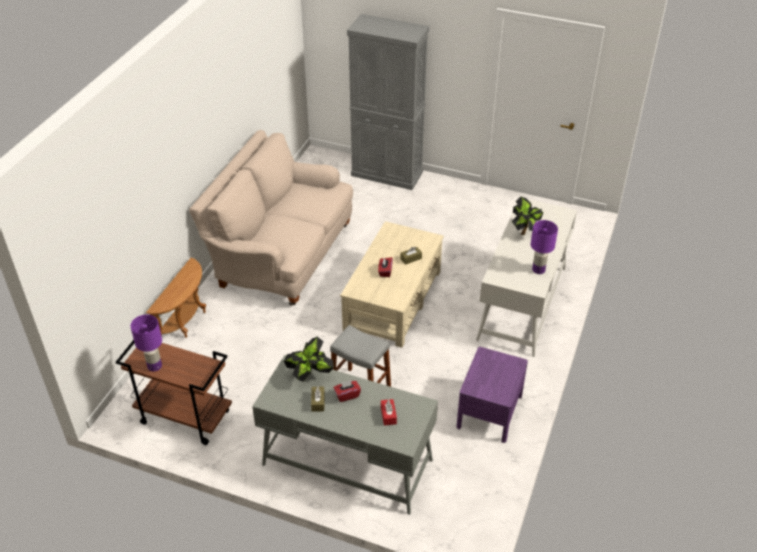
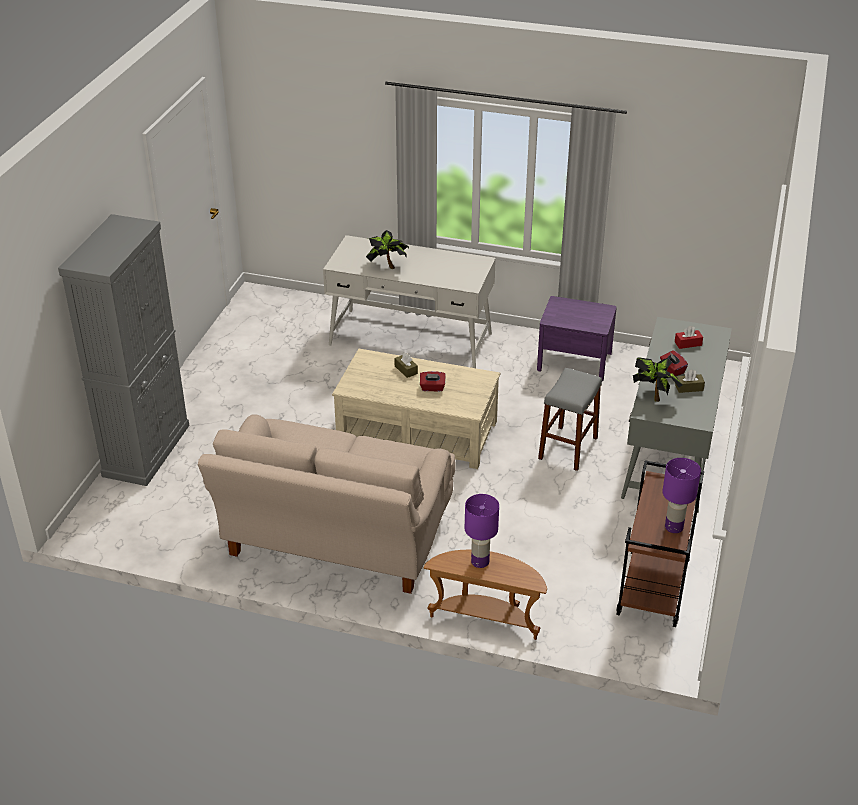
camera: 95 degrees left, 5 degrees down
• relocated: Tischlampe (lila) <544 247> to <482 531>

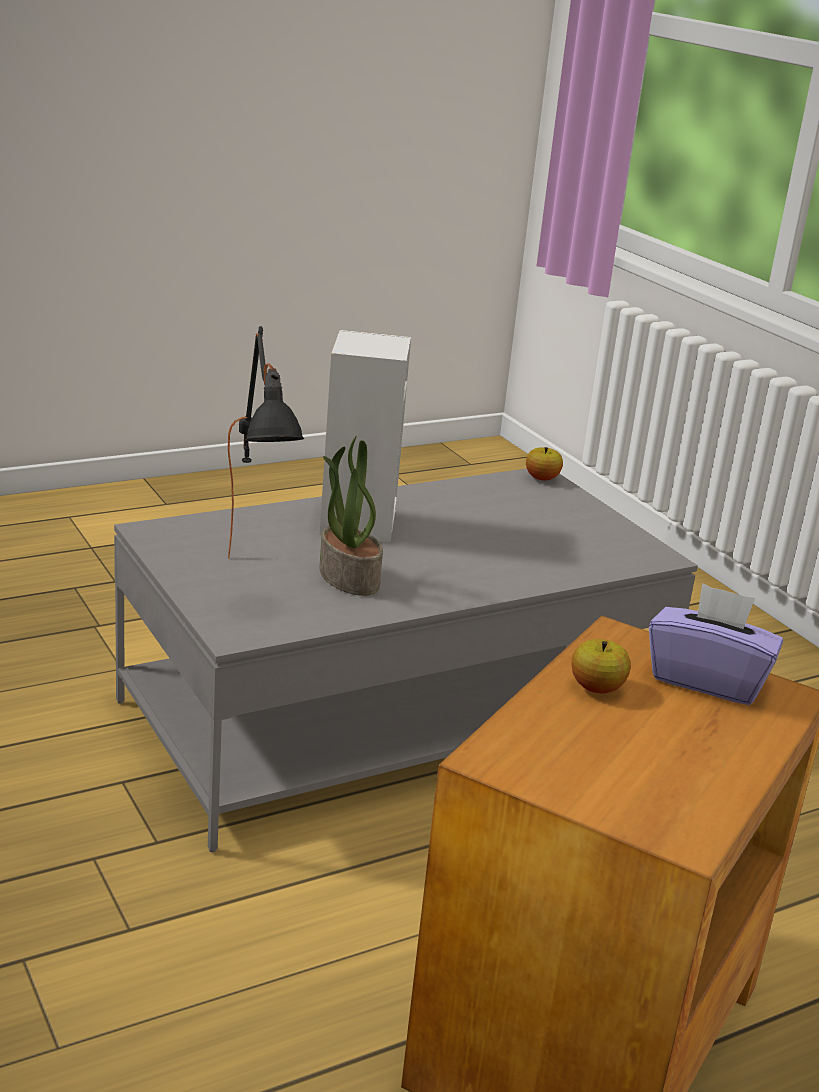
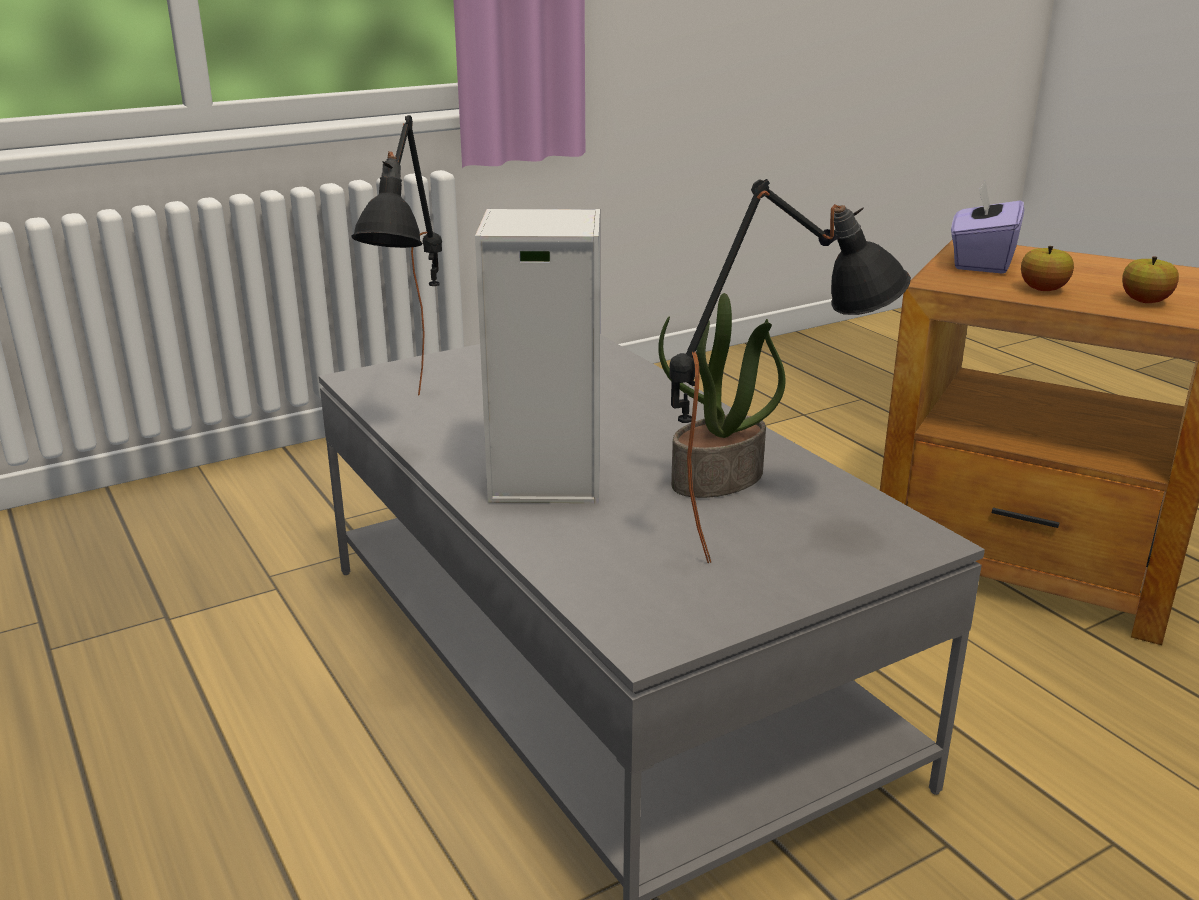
camera: 90 degrees left, 0 degrees up
• relocated: Apfel <544 464> to <1150 279>
• appeared: Tischlampe (schwarz) <396 255>

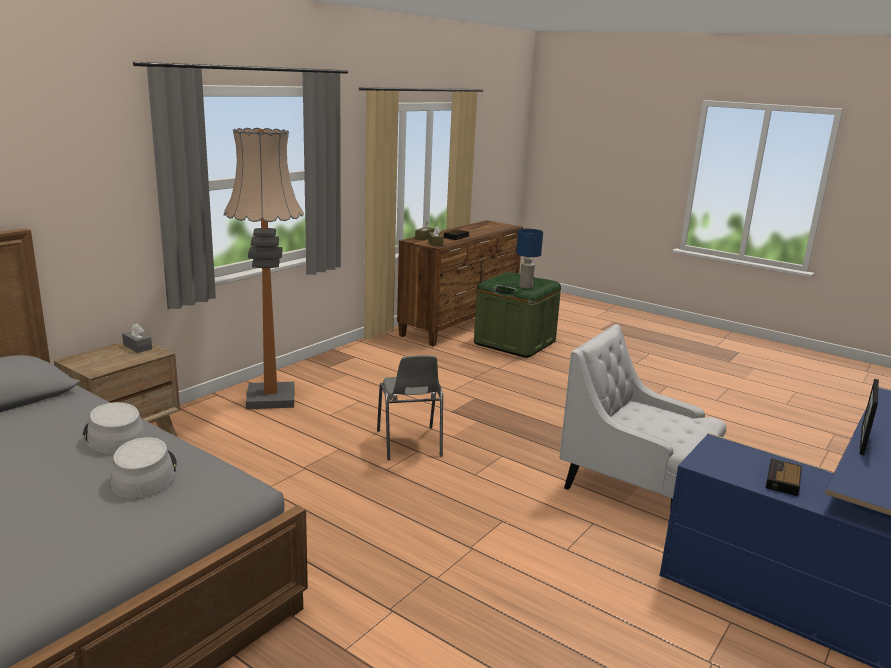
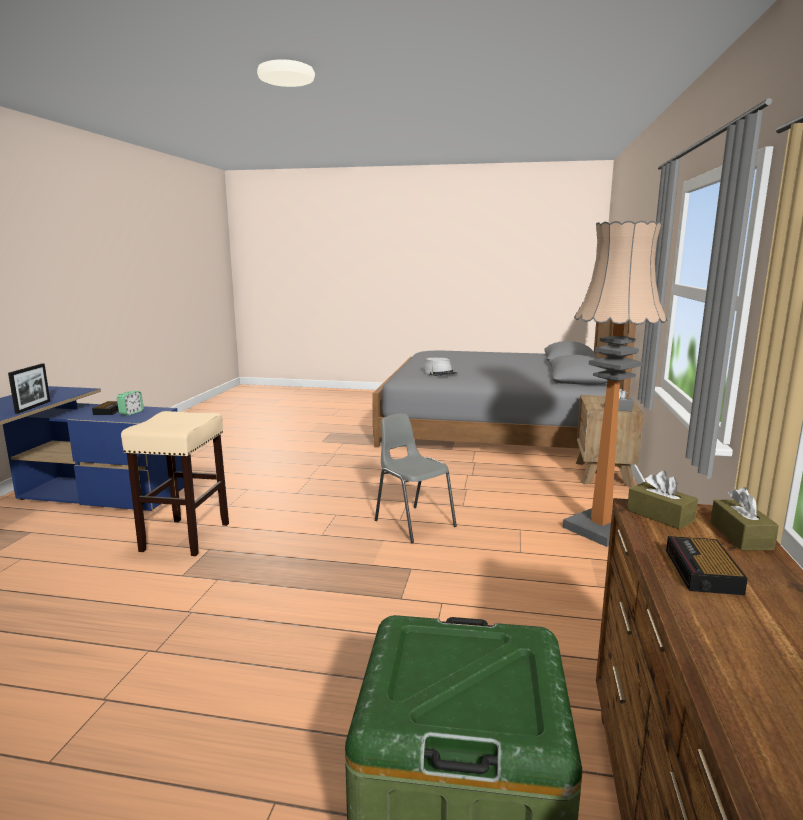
camera: 155 degrees right, 5 degrees down
• missing: Hut (grau) <115 428>
• missing: Tischlampe (blau) <529 259>
• exchanged: Sessel (weiß) <642 417> to Hocker (beige) <175 483>
• appeared: Wecker <130 403>

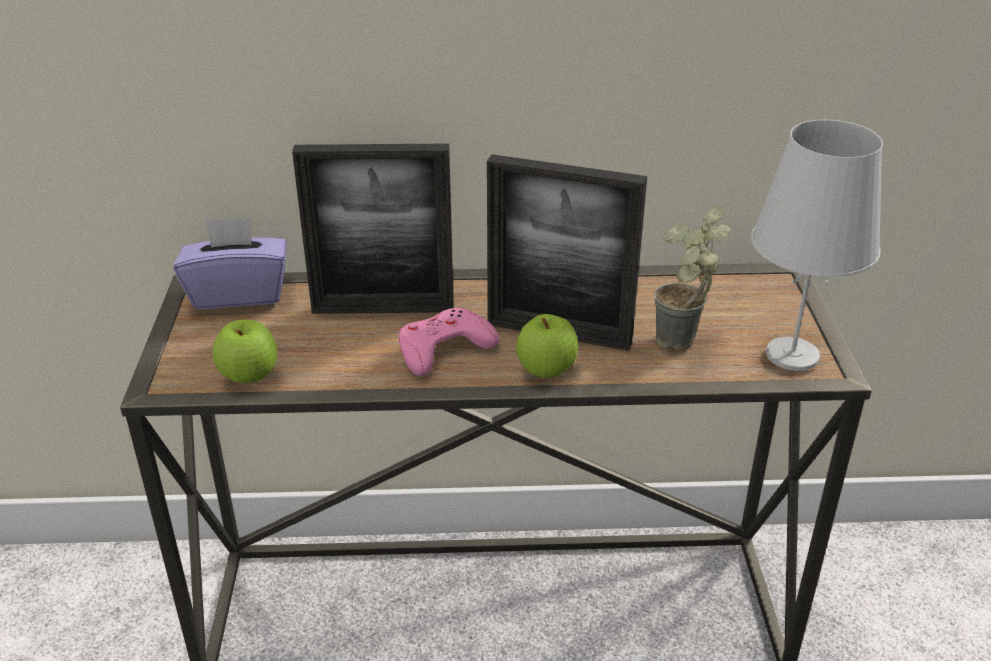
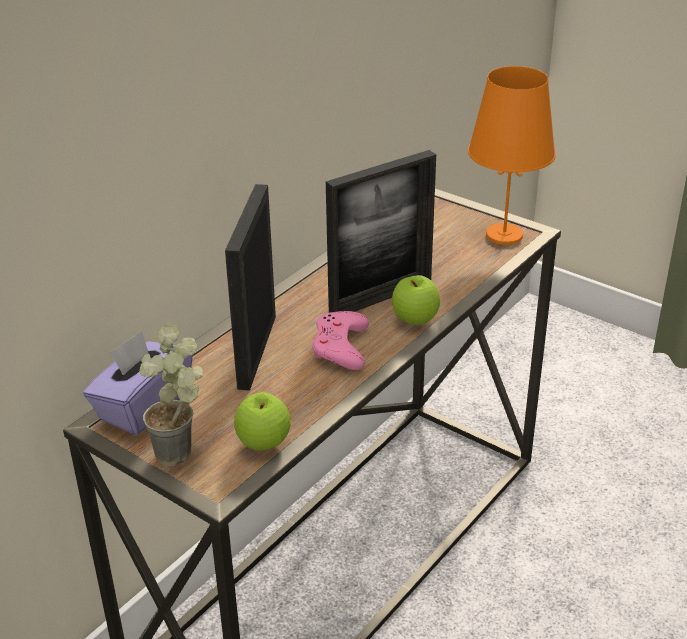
camera: 50 degrees left, 0 degrees up
• spun: Bilderrahmen <373 229> = <250 287> 150 degrees clockwise
• relocated: Topfpflanze <692 278> to <171 394>
• colour: Tischlampe (weiß) <817 245> to Tischlampe (orange) <512 155>

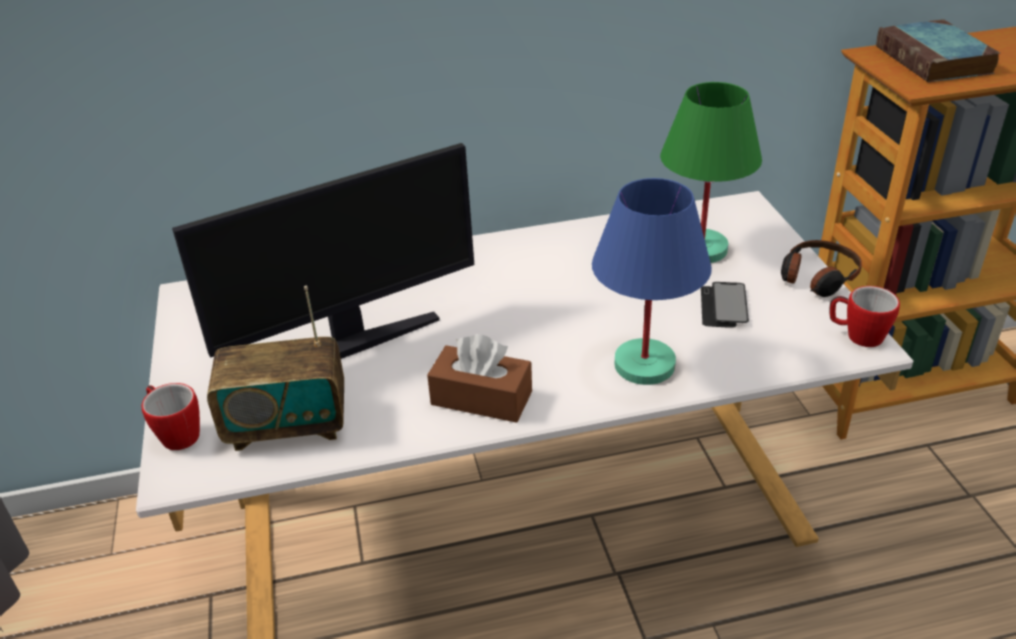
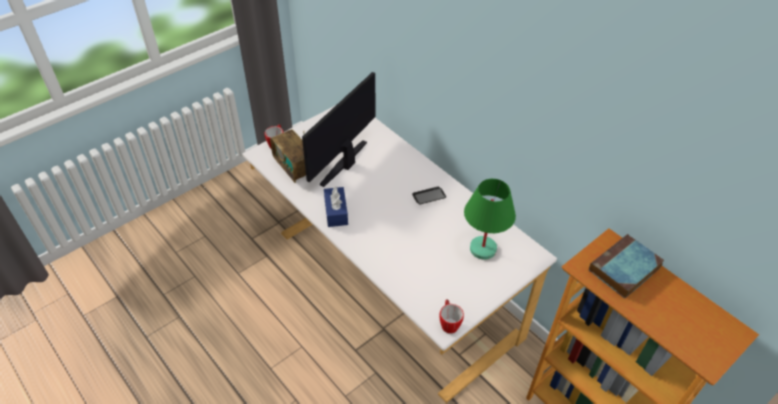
camera: 60 degrees right, 10 degrees up
• spun: Monitor <323 251> = <339 129> 90 degrees clockwise
• colour: Taschentuchbox (braun) <479 378> to Taschentuchbox (blau) <336 207>
• missing: Tischlampe (blau) <652 281>
• relocated: Handy <725 305> to <429 196>
• missing: Kopfhörer <821 268>

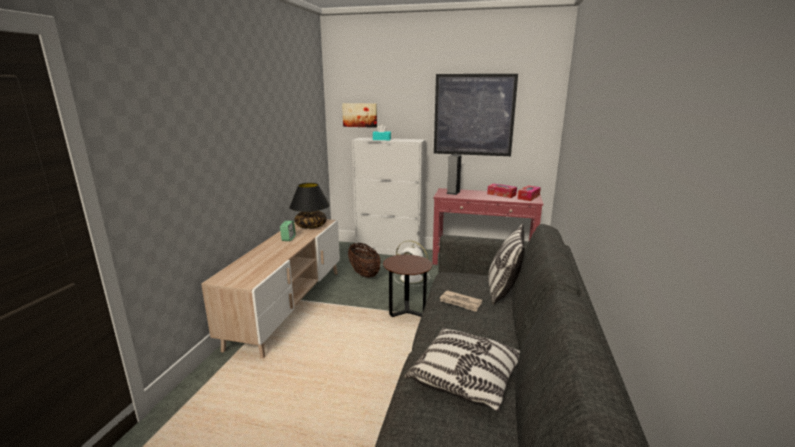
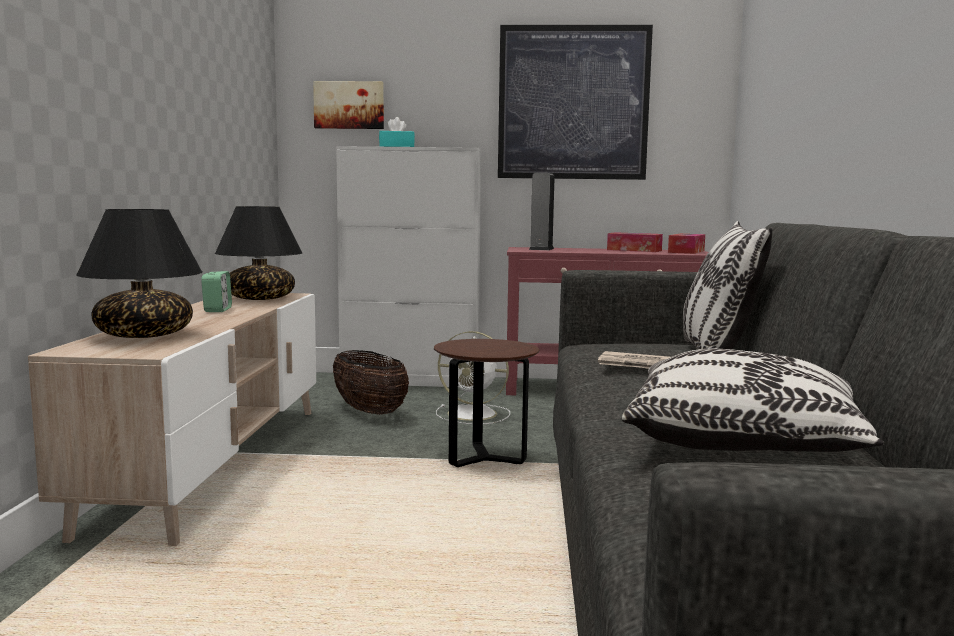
camera: 10 degrees left, 10 degrees down
• appeared: Tischlampe (schwarz) <139 273>

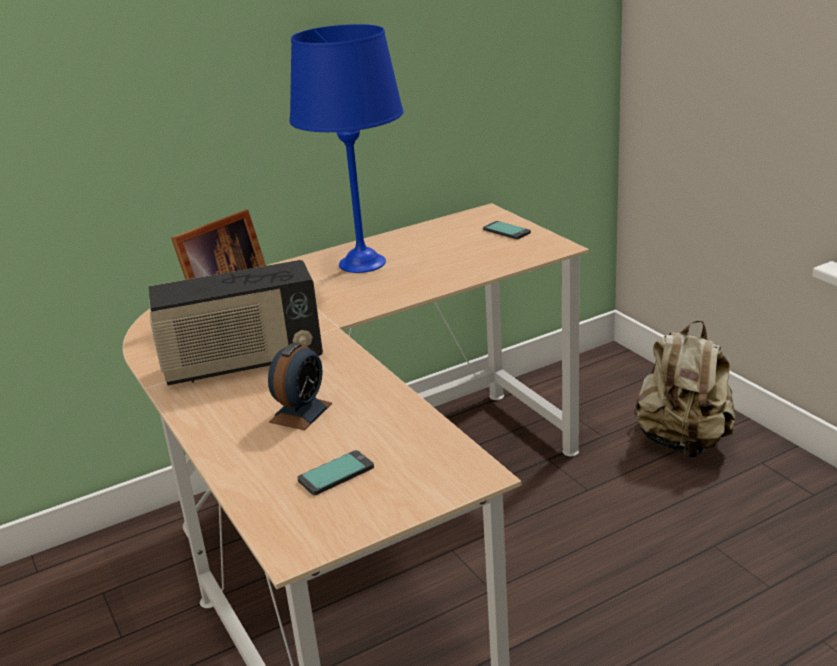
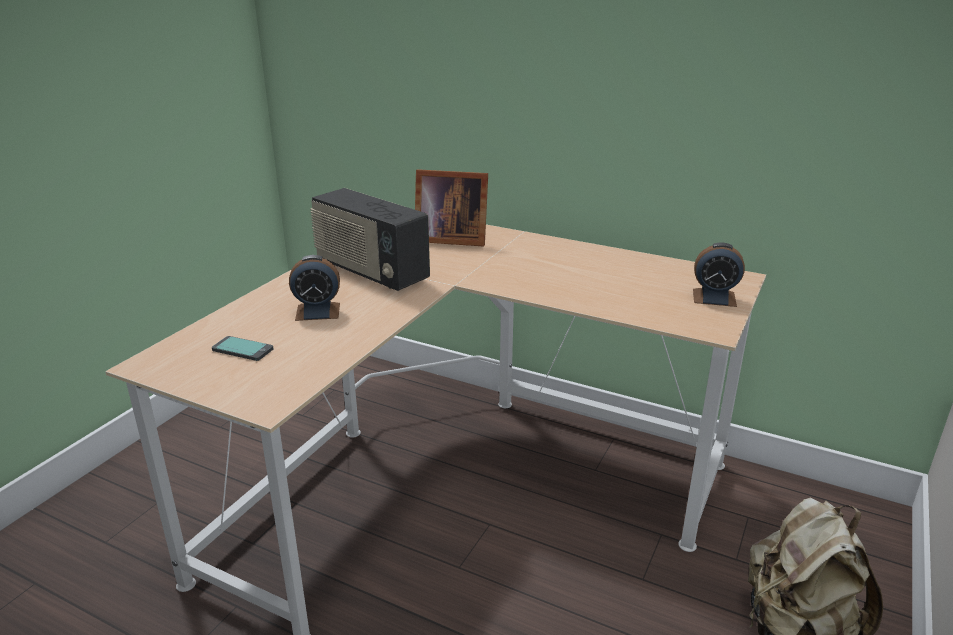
camera: 55 degrees right, 0 degrees up
• missing: Tischlampe (blau) <346 148>
• exchanged: Handy <507 230> to Wecker <719 275>

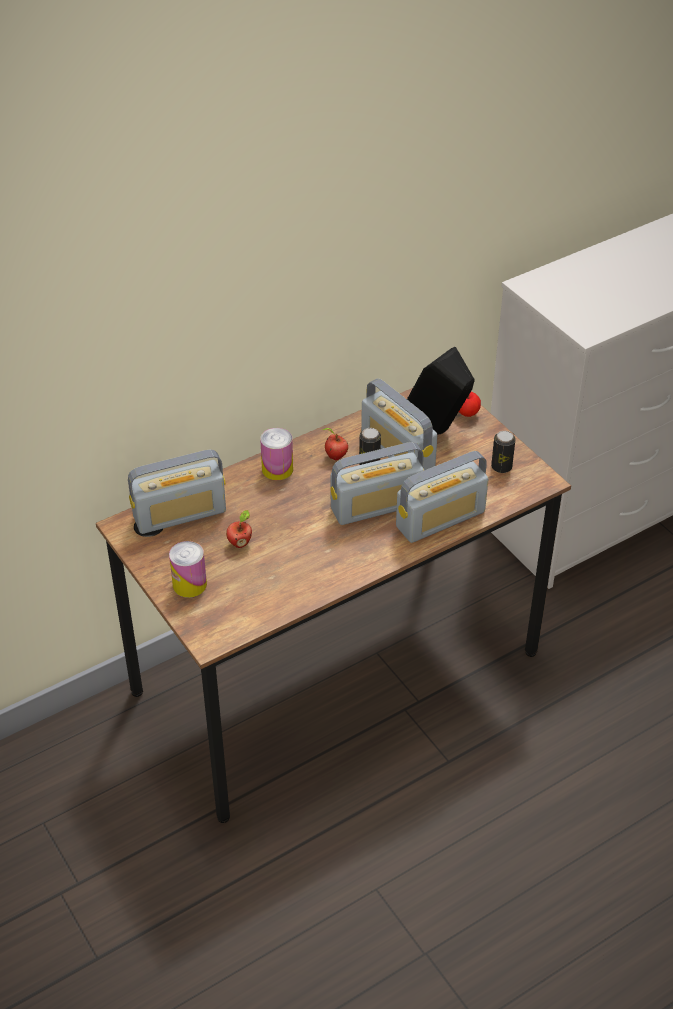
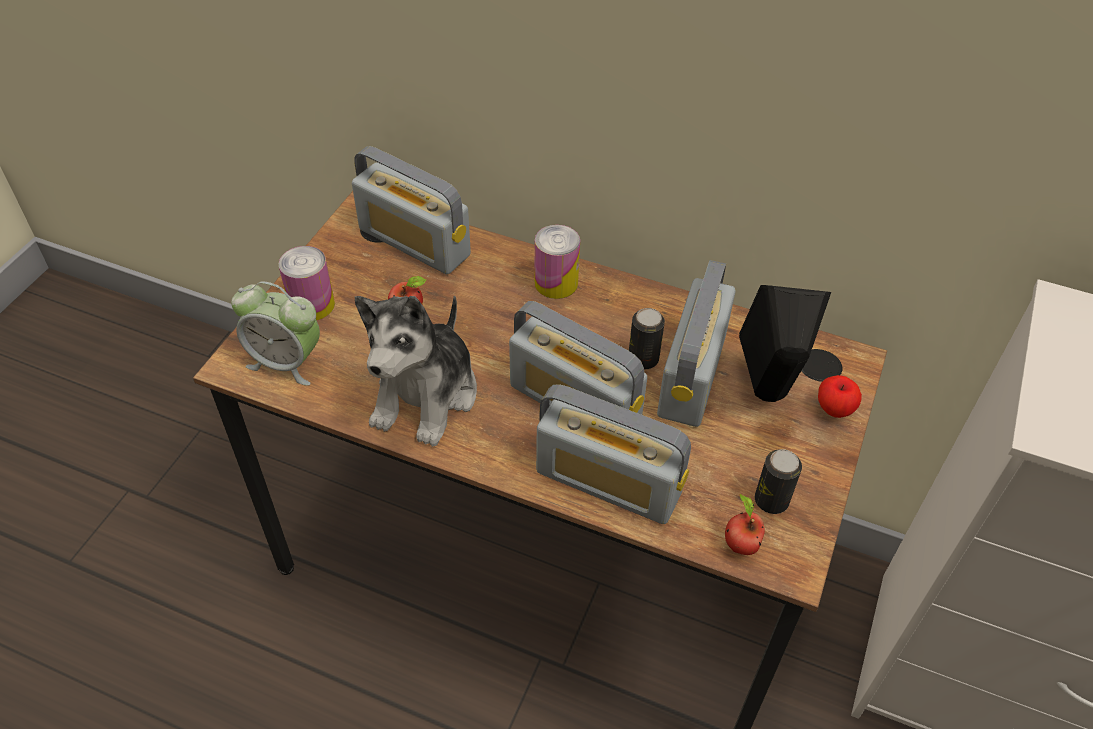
camera: 55 degrees right, 5 degrees up
• relocated: Apfel <334 444> to <745 524>
• appeared: Wecker <275 333>
• appeared: Plüschtier <415 371>

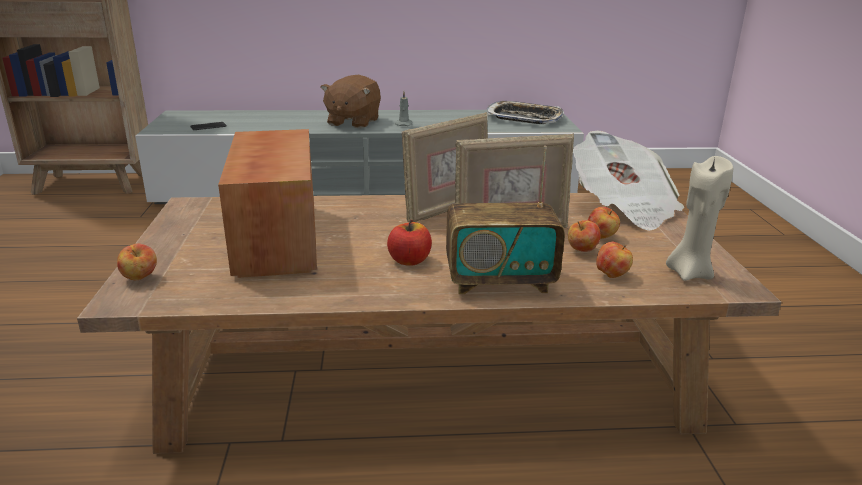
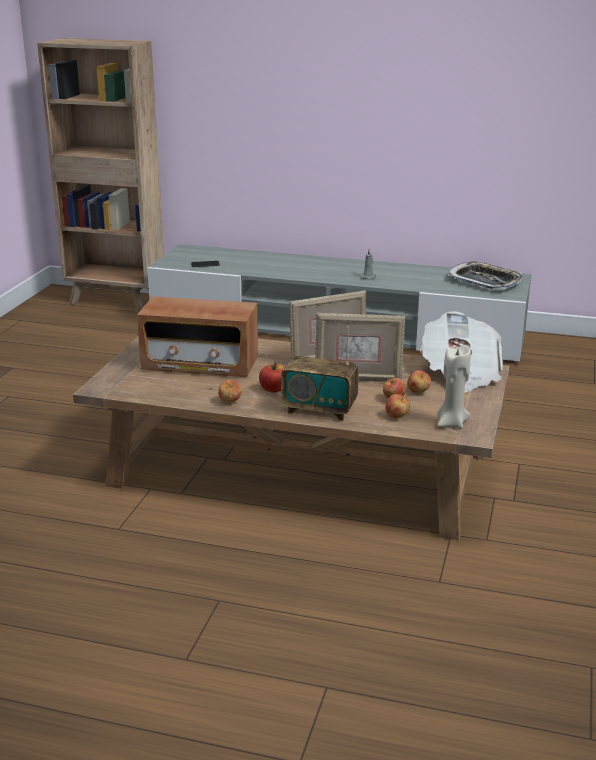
camera: 20 degrees right, 0 degrees up
• relocated: Apfel <137 262> to <230 391>
• spun: Radio <267 203> = <197 337> 90 degrees counterclockwise
• missing: Plüschtier (braun) <351 101>

